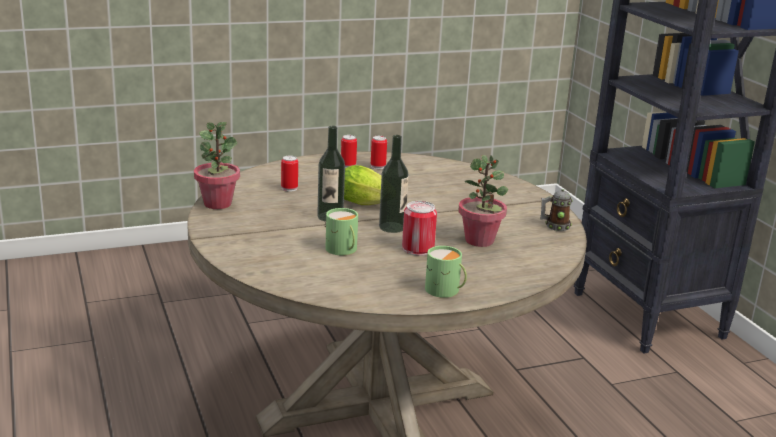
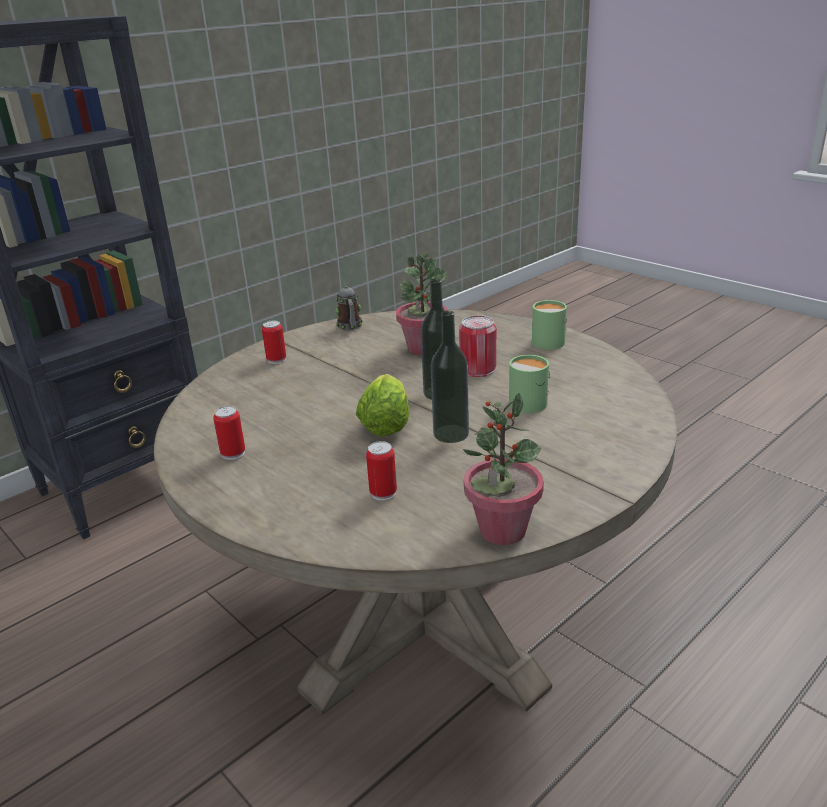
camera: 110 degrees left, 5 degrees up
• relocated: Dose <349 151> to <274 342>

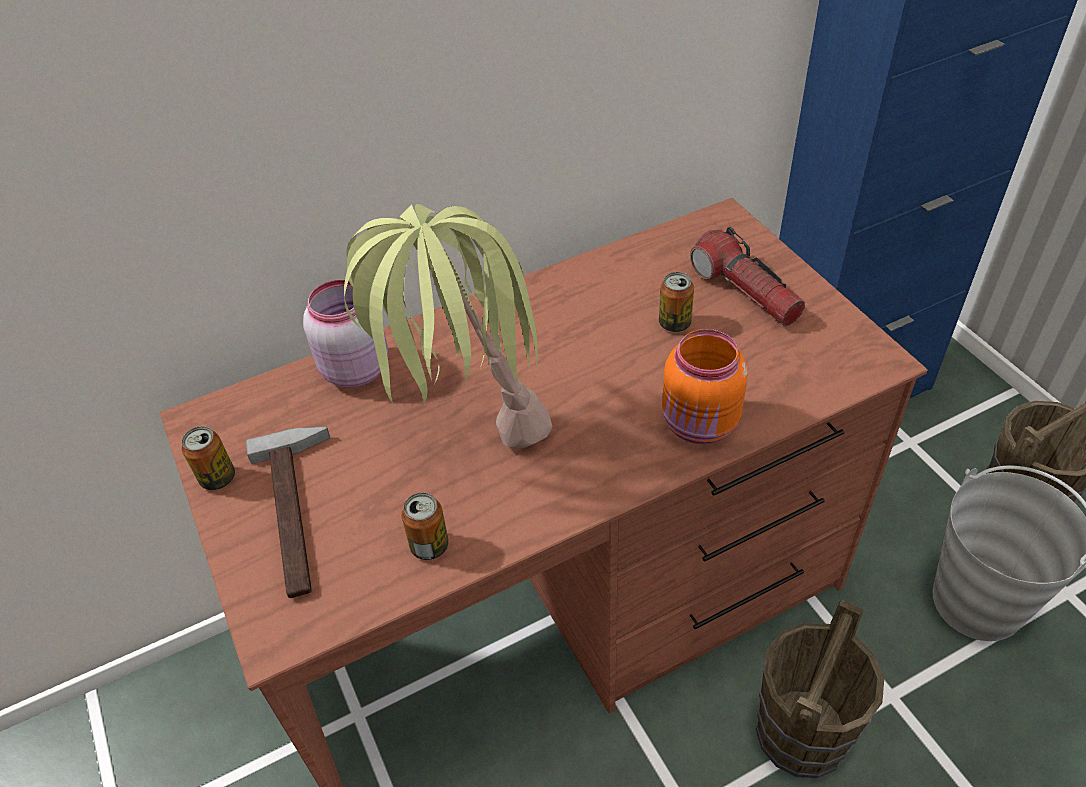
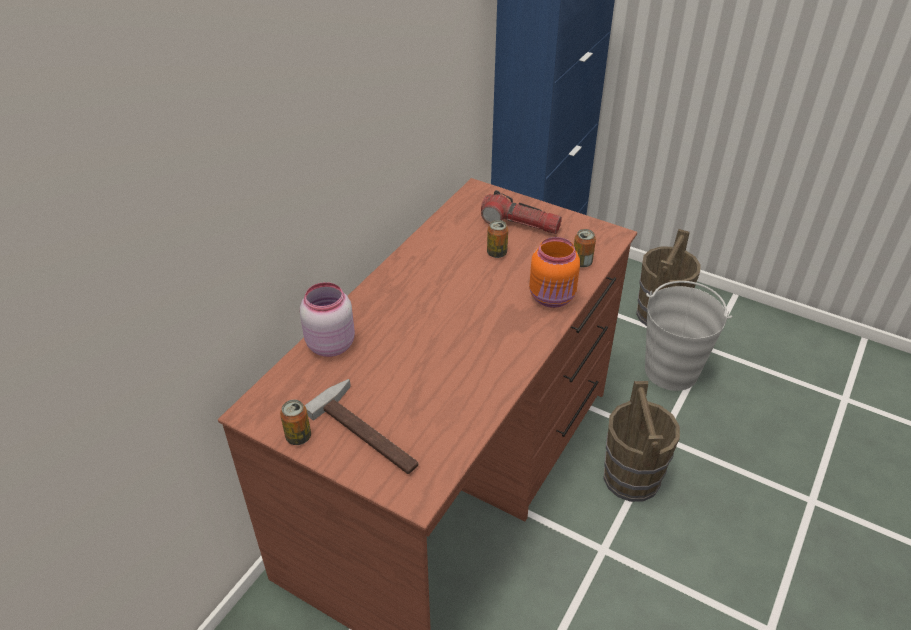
camera: 35 degrees left, 5 degrees down
• missing: Topfpflanze <448 326>
• relocated: Dose <425 526> to <585 248>

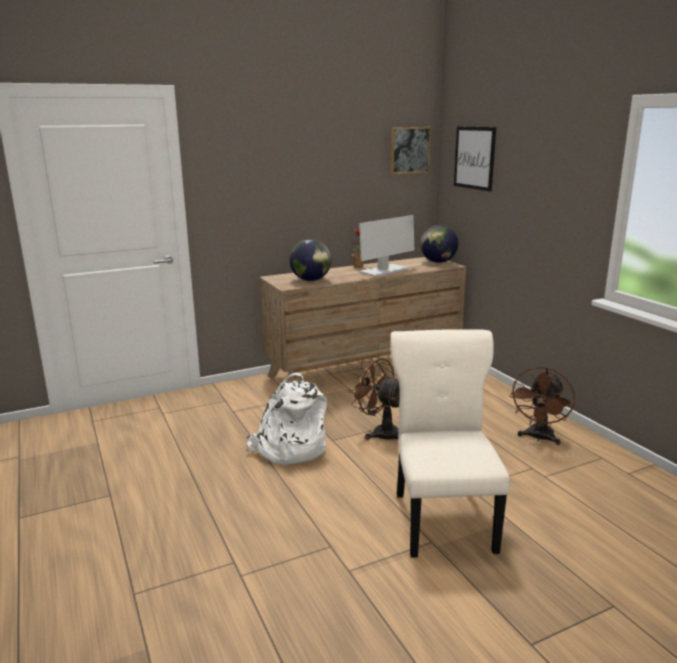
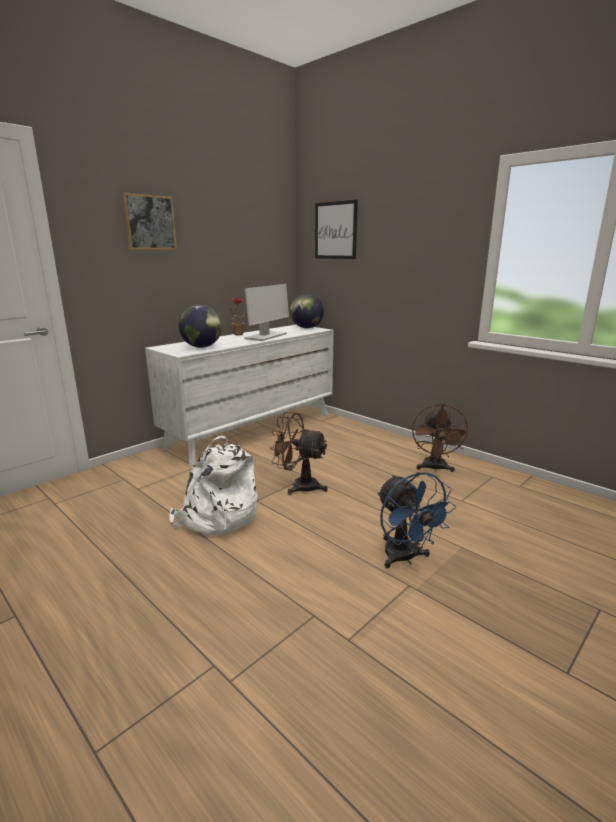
camera: 20 degrees left, 0 degrees up
• colour: Kommode (braun) <363 319> to Kommode (weiß) <239 395>
• exchanged: Stuhl (beige) <450 443> to Ventilator (blau) <416 520>
• relocated: Bild <411 150> to <150 221>

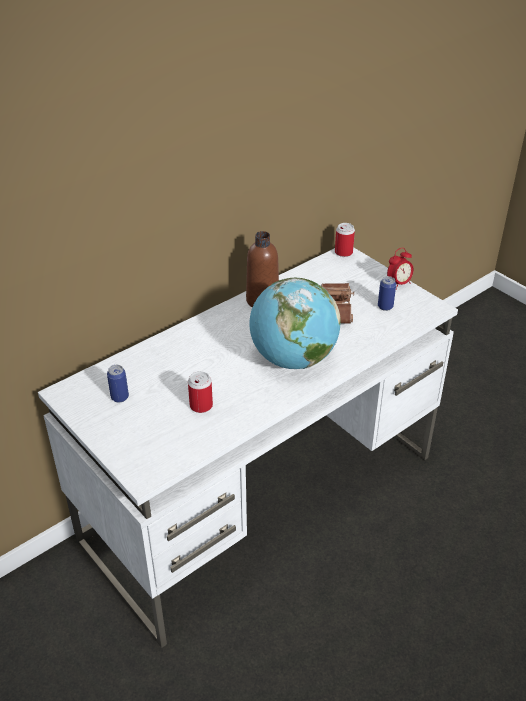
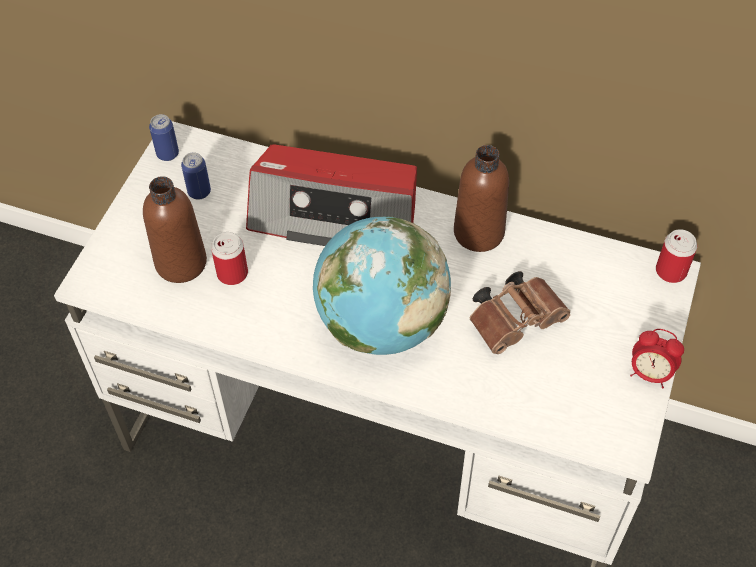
camera: 60 degrees right, 15 degrees up
• relocated: Dose <387 293> to <164 137>
• appeared: Flasche (braun) <175 229>
• appeared: Radio <331 195>

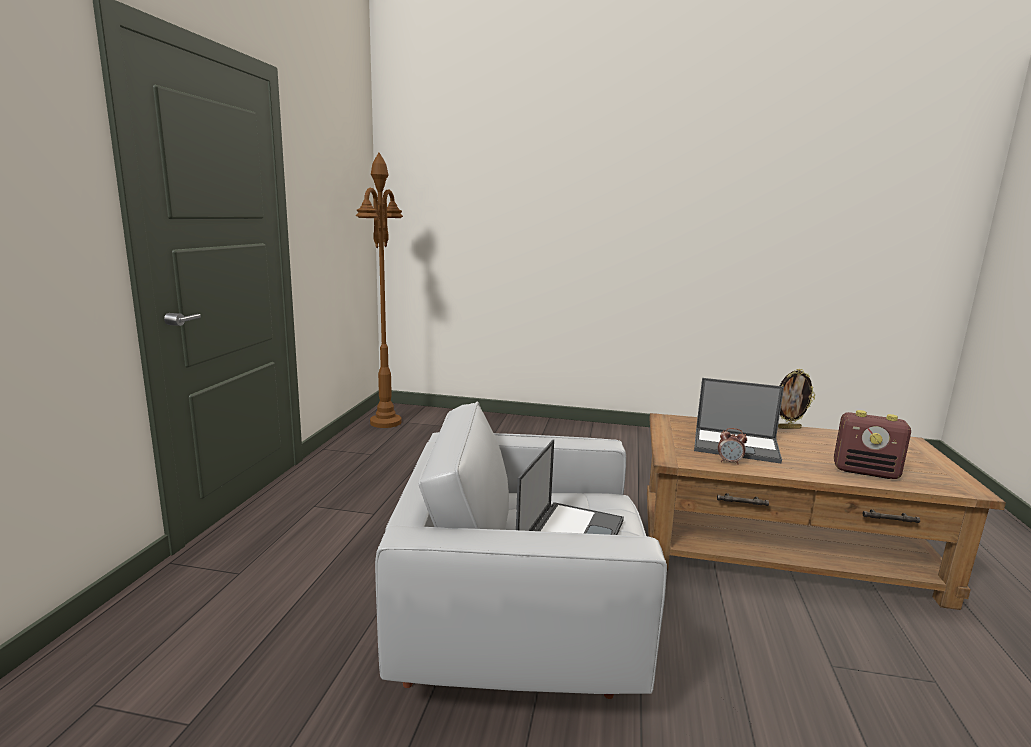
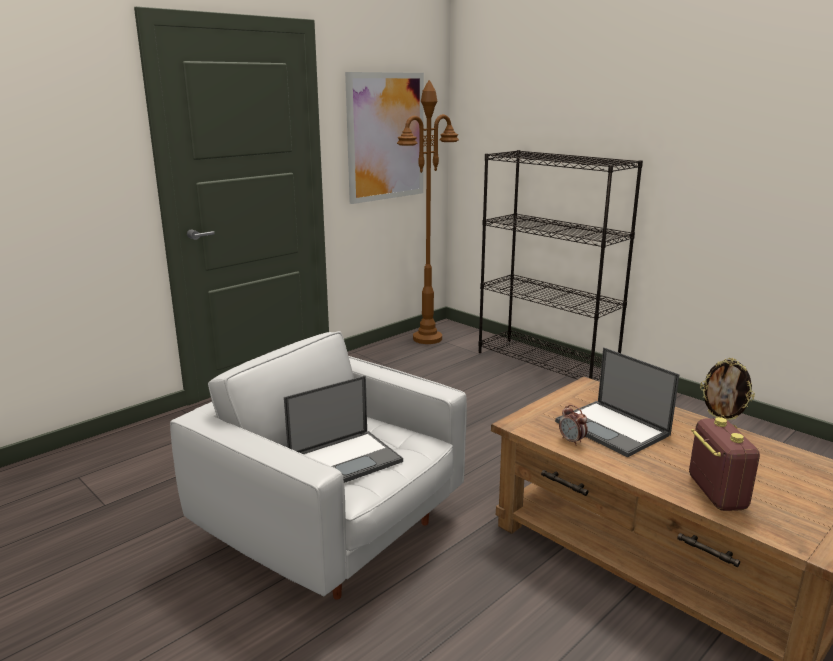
camera: 35 degrees right, 5 degrees up
• spun: Radio <872 444> = <724 464> 150 degrees counterclockwise
• appeared: Bild <384 138>
• appeared: Bücherregal (schwarz) <560 265>

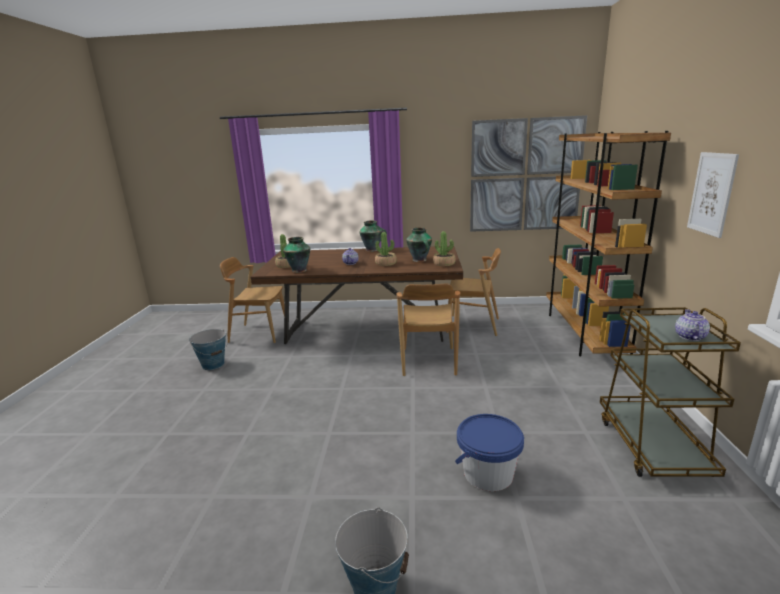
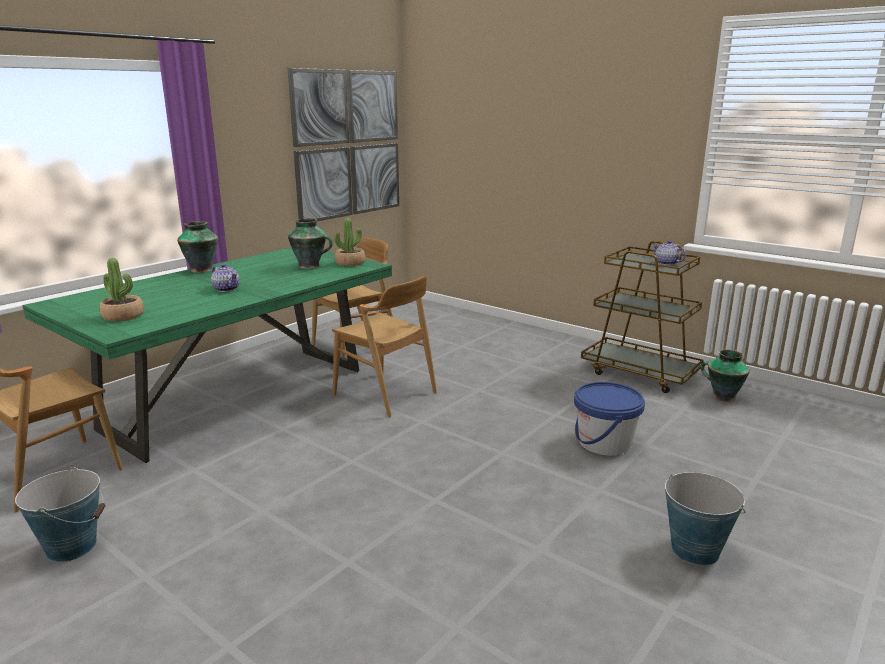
camera: 55 degrees left, 0 degrees up
• colour: Esstisch (braun) <357 295> to Esstisch (grün) <207 355>
• relocated: Vase <297 255> to <725 375>
• missing: Topfpflanze <386 249>
• missing: Bücherregal (braun) <608 243>
• missing: Bild <713 195>

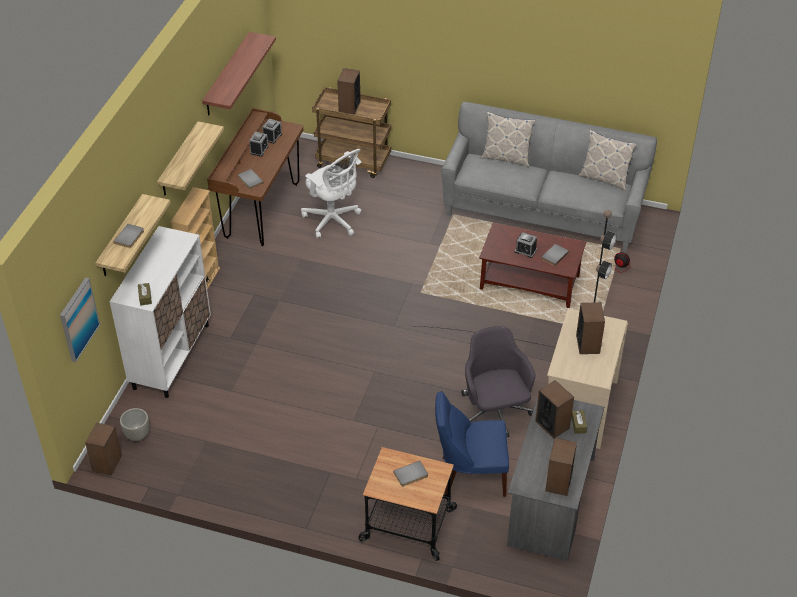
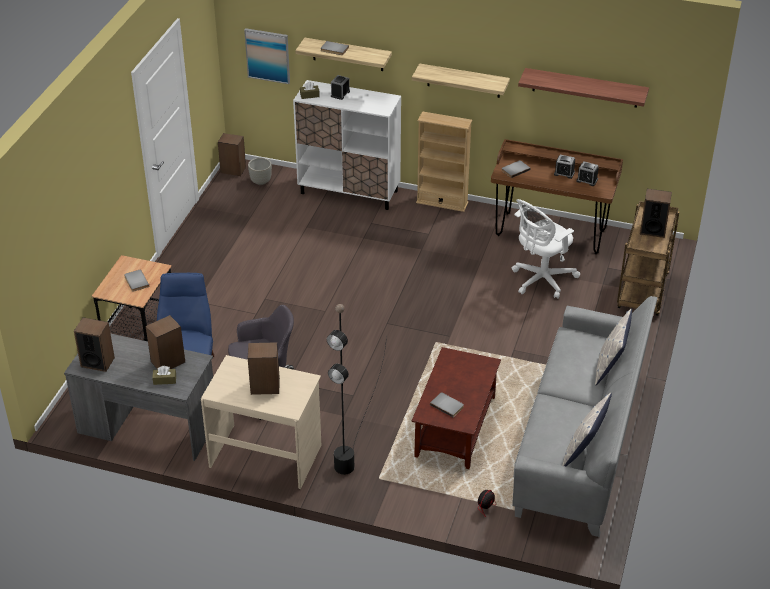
camera: 90 degrees right, 5 degrees down
• relocated: Wecker <526 245> to <340 87>

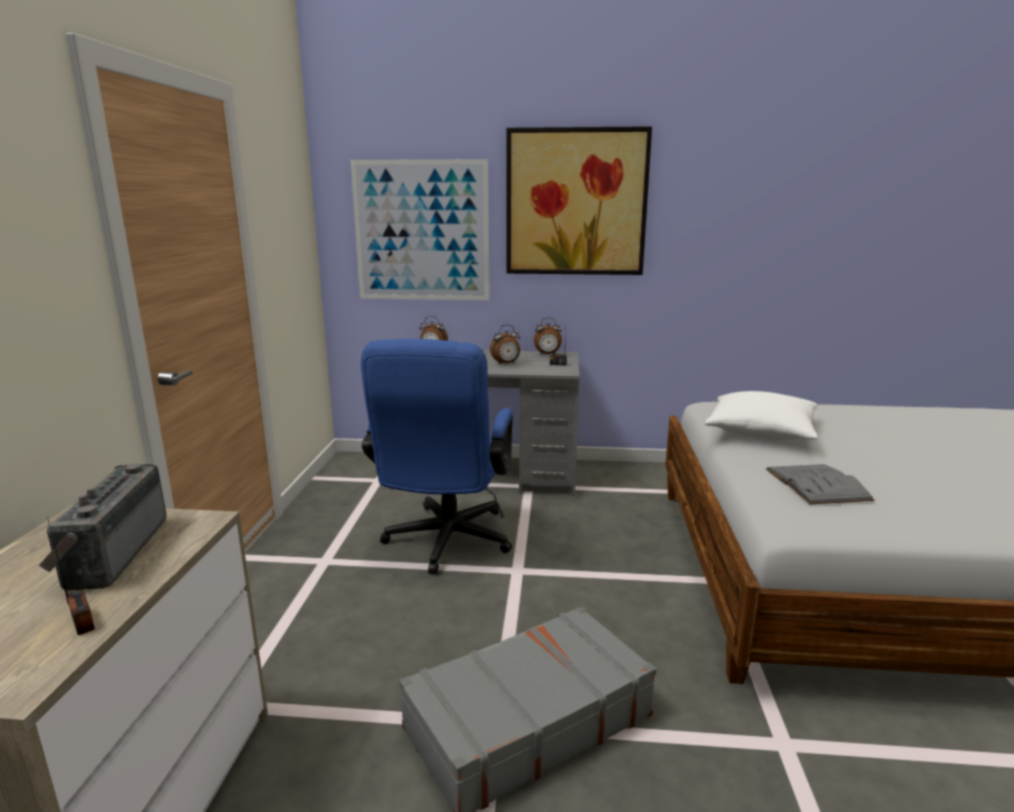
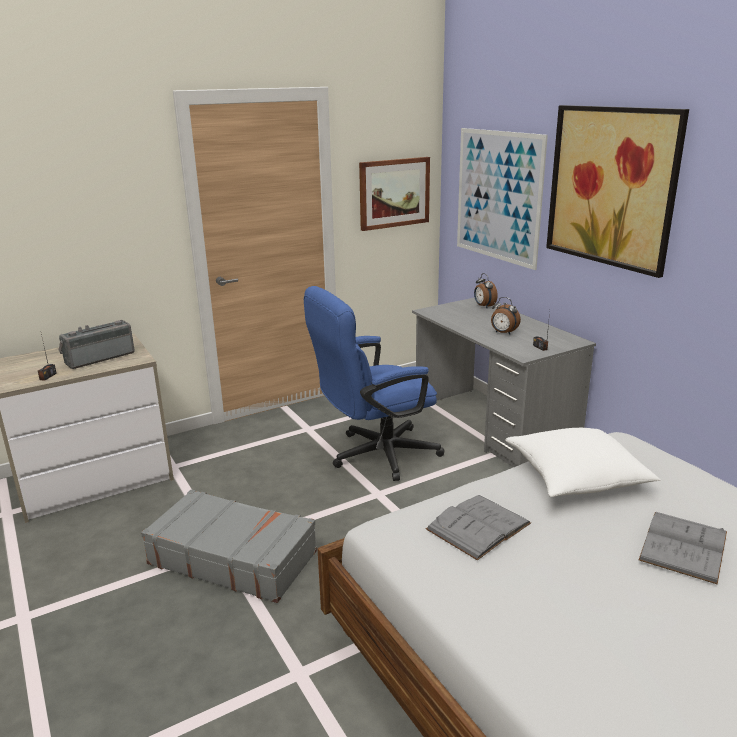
camera: 55 degrees right, 5 degrees up
• missing: Wecker <548 336>
• appeared: Bild <394 194>
• appeared: Buch (grau) <683 548>

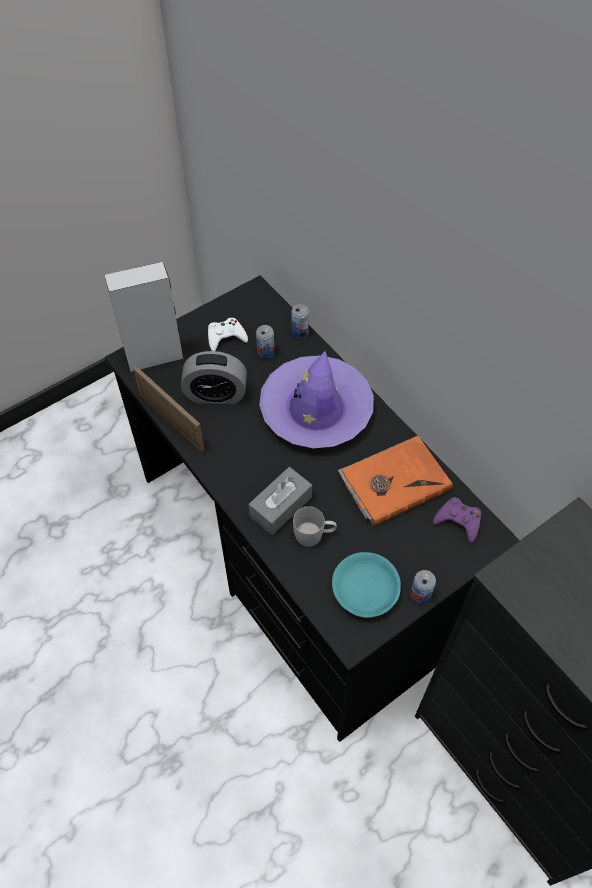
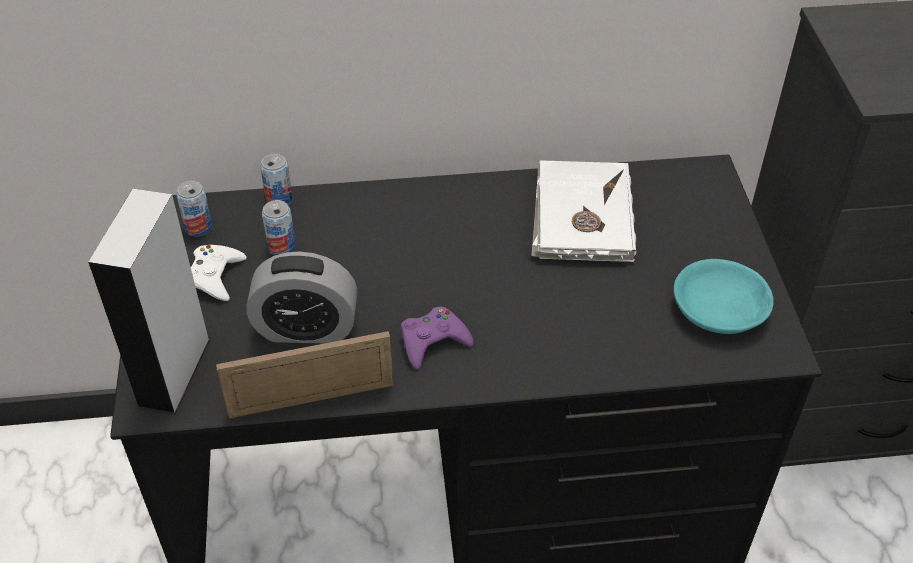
camera: 60 degrees left, 10 degrees down
• spun: Wecker <214 377> = <302 297> 60 degrees clockwise
• missing: Taschentuchbox (grau) <280 501>
• missing: Hut (lila) <316 399>
• missing: Henkelbecher (weiß) <315 526>
• colour: Buch (orange) <395 481> to Buch (weiß) <583 211>
• relocated: Dose <423 587> to <194 209>
• relocated: Gamepad (lila) <457 520> to <437 338>

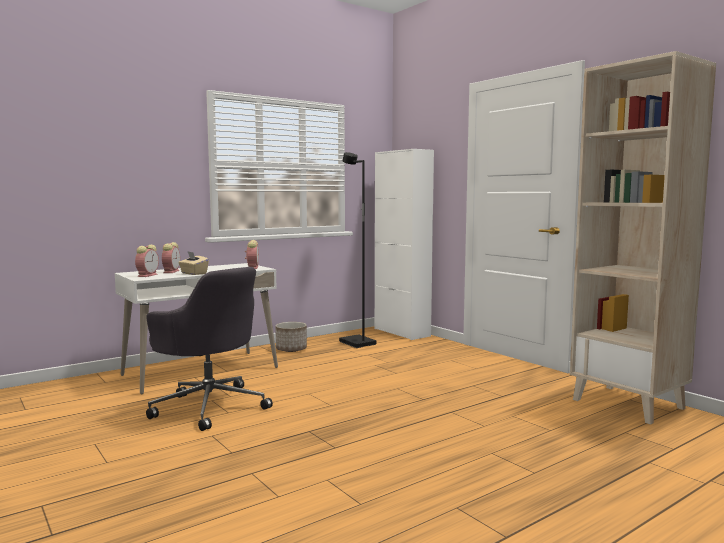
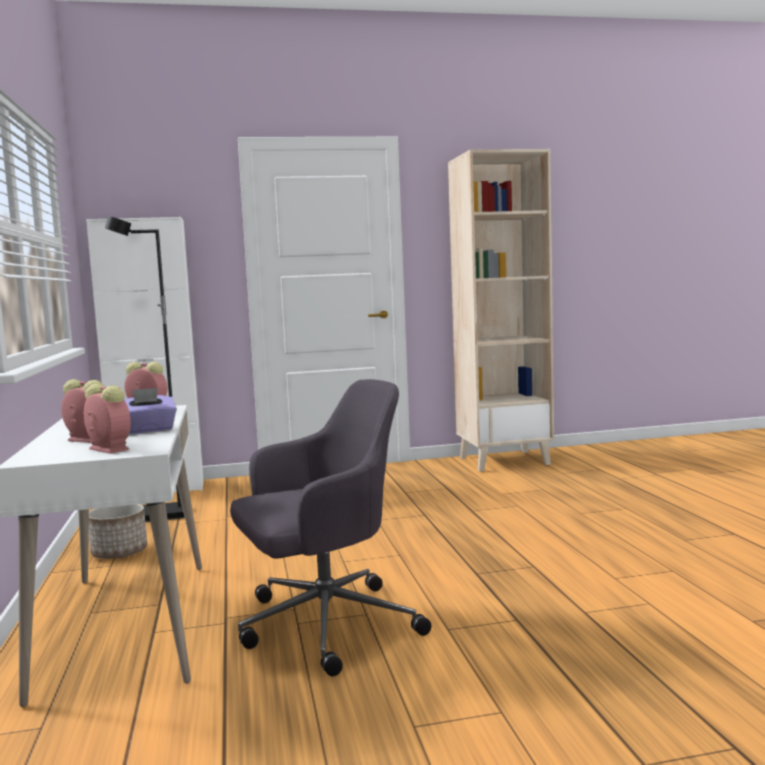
camera: 65 degrees left, 0 degrees up
• colour: Taschentuchbox (beige) <193 263> to Taschentuchbox (lila) <150 411>

